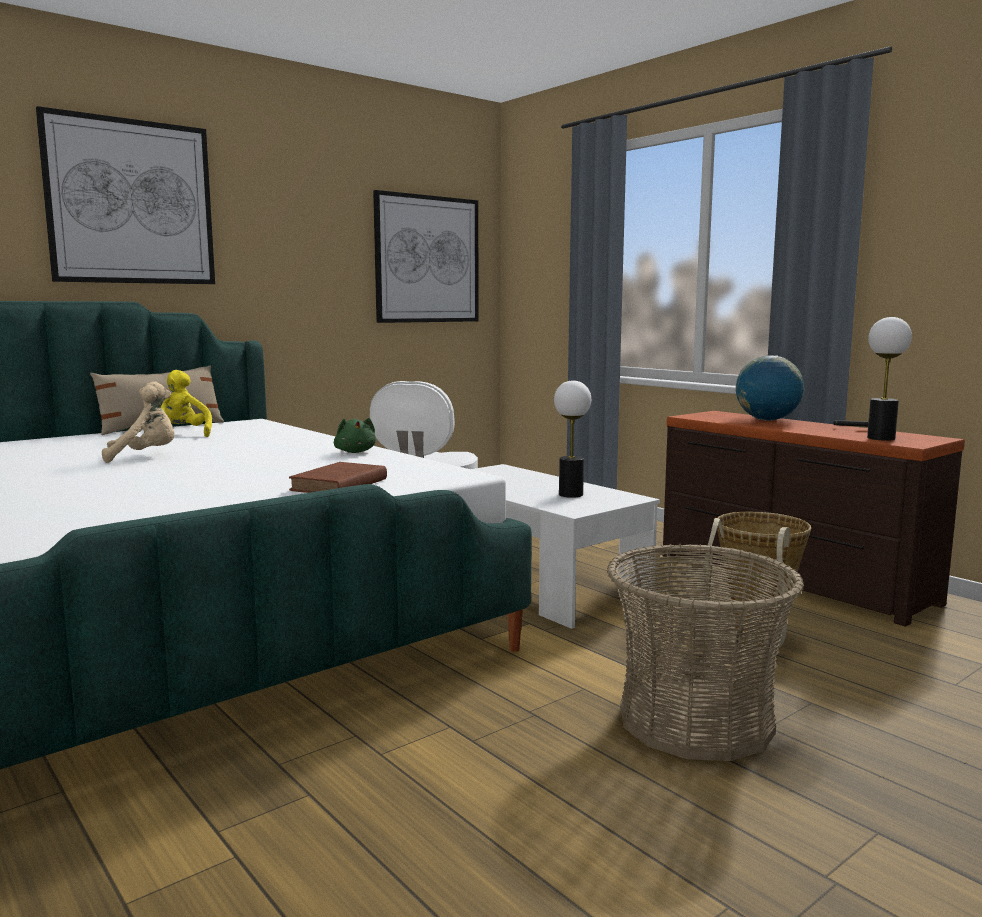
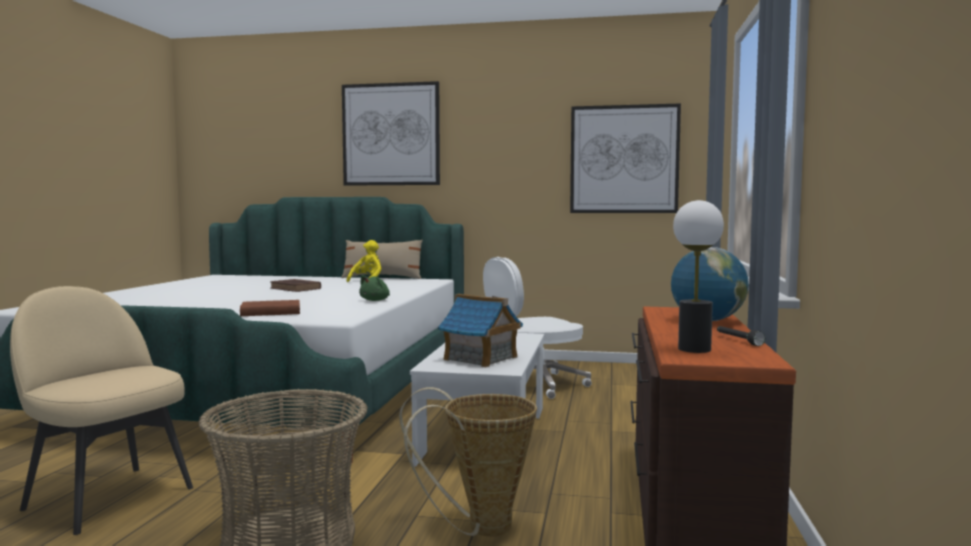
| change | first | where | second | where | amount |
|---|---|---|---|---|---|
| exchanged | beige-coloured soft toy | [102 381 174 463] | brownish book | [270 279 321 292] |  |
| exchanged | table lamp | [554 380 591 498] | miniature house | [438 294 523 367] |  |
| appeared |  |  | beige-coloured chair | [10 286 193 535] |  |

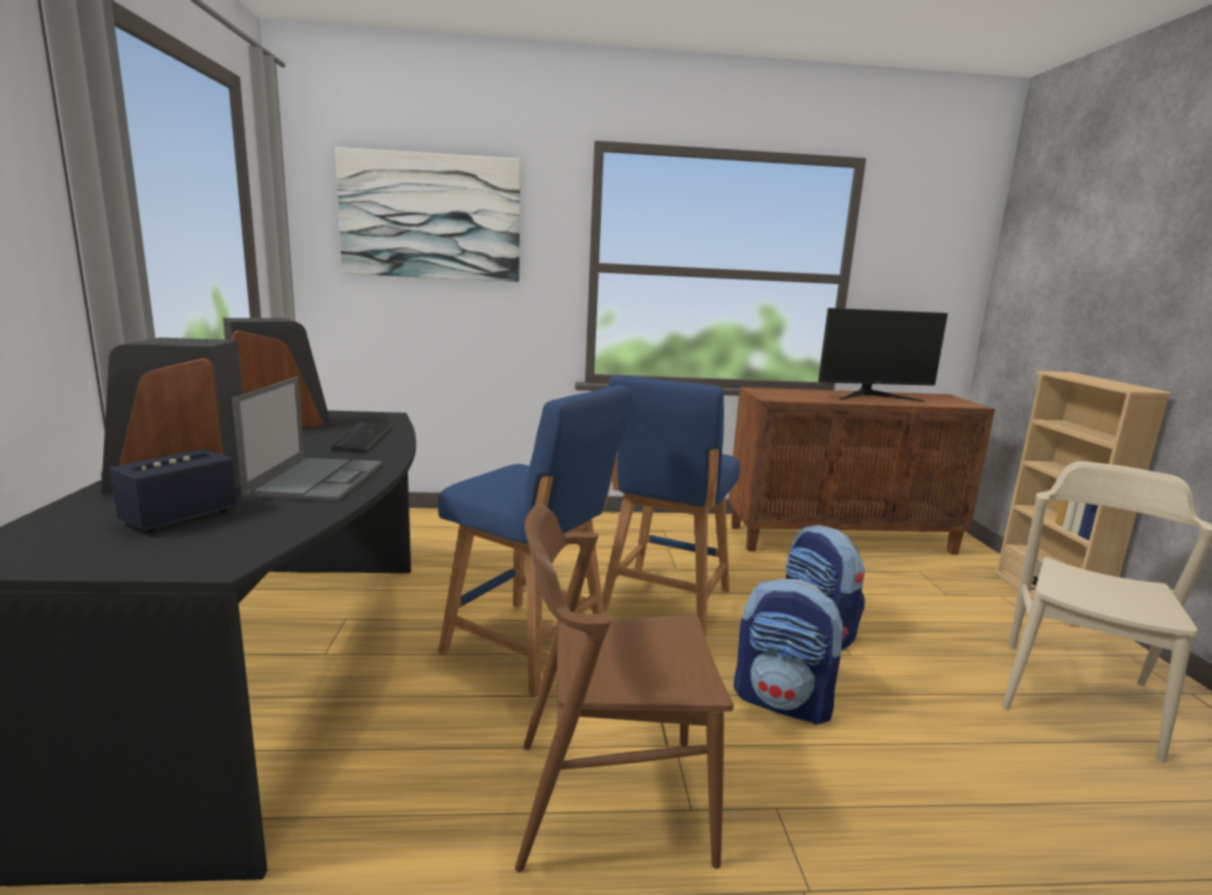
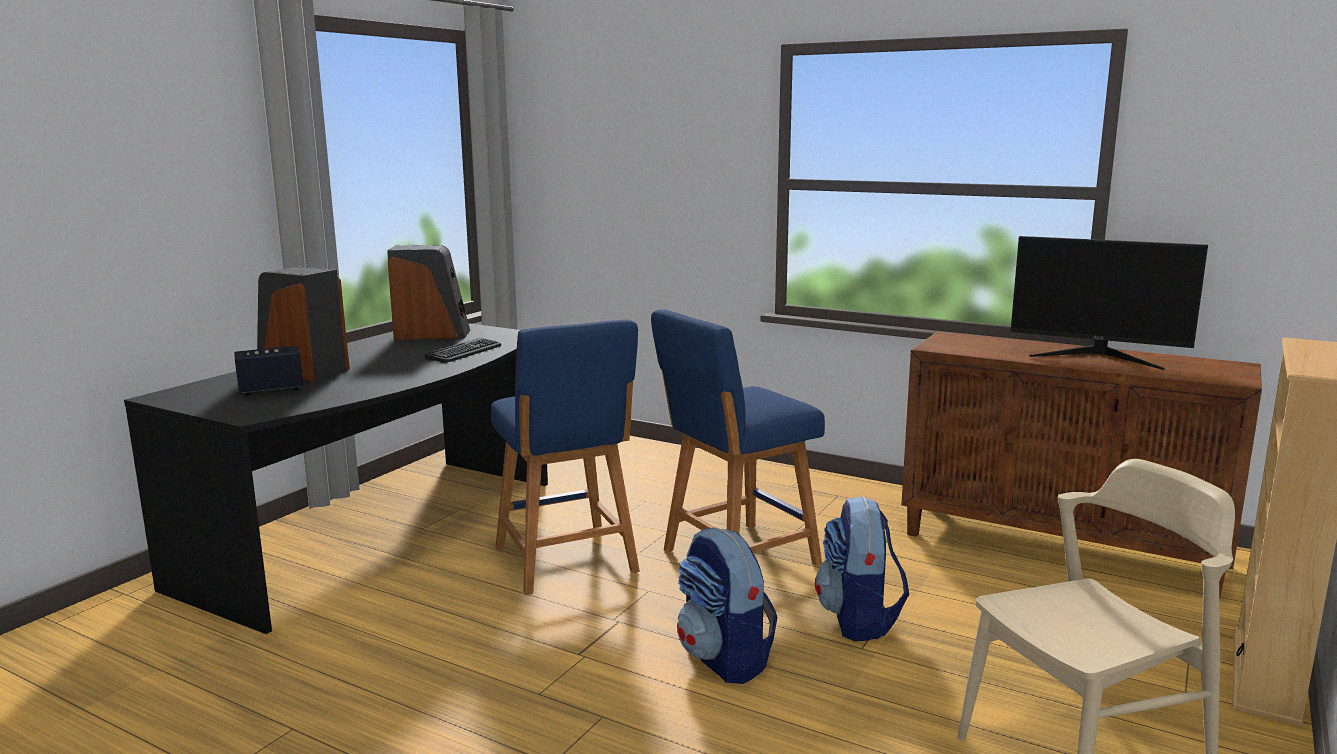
| change | first | where | second | where | amount |
|---|---|---|---|---|---|
| missing | laptop | [232 377 382 502] |  |  |  |
| missing | wall art | [335 147 521 282] |  |  |  |
| missing | brownish chair | [515 504 734 872] |  |  |  |

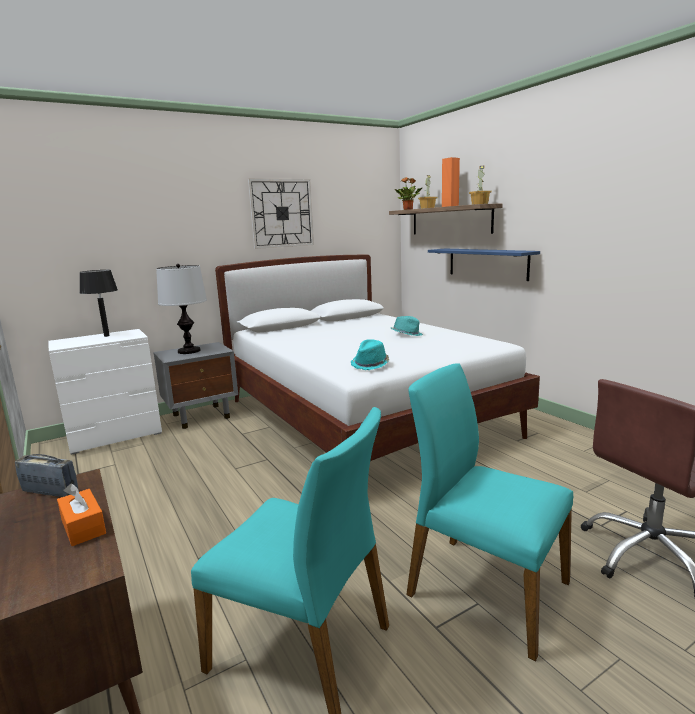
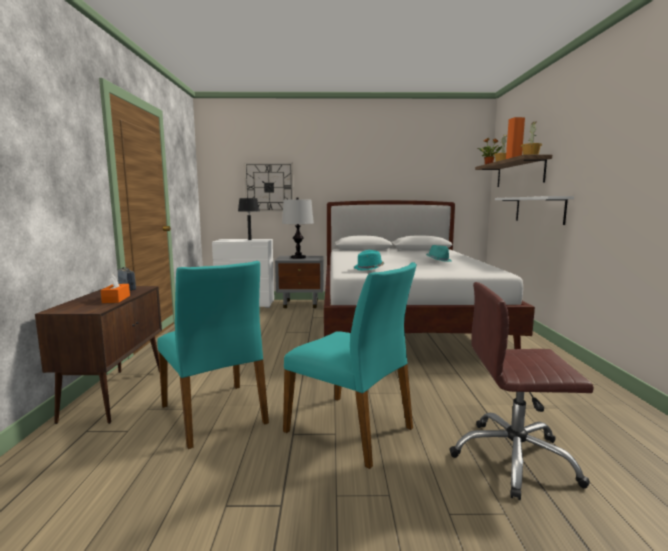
| change | first | where | second | where | amount |
|---|---|---|---|---|---|
| relocated | clock on the wall | [248 179 314 249] |  | [244 162 294 212] |  |
| spun | blue-green chair | [406 363 574 661] |  | [283 262 416 469] | 150 degrees clockwise |
| colour | blue-coloured wall shelf | [428 249 540 281] | white wall shelf | [495 196 574 225] |  |

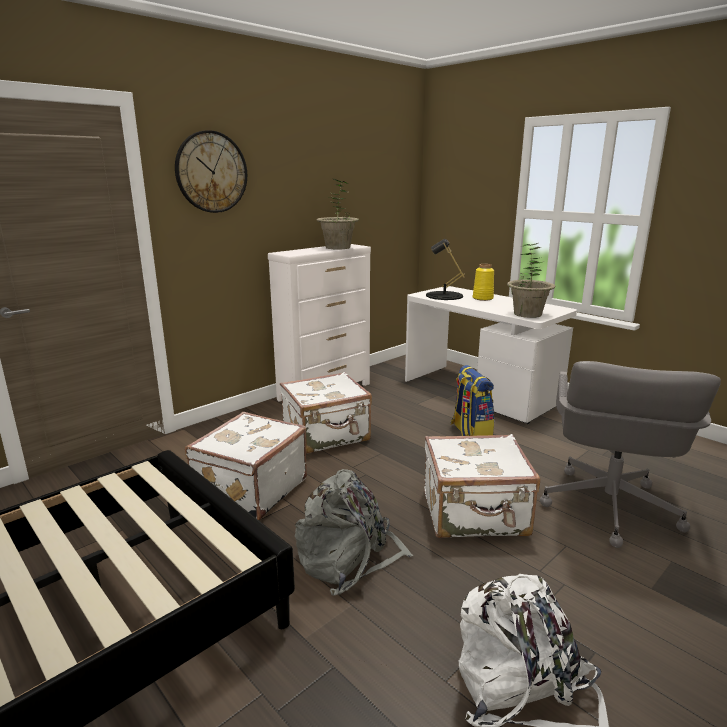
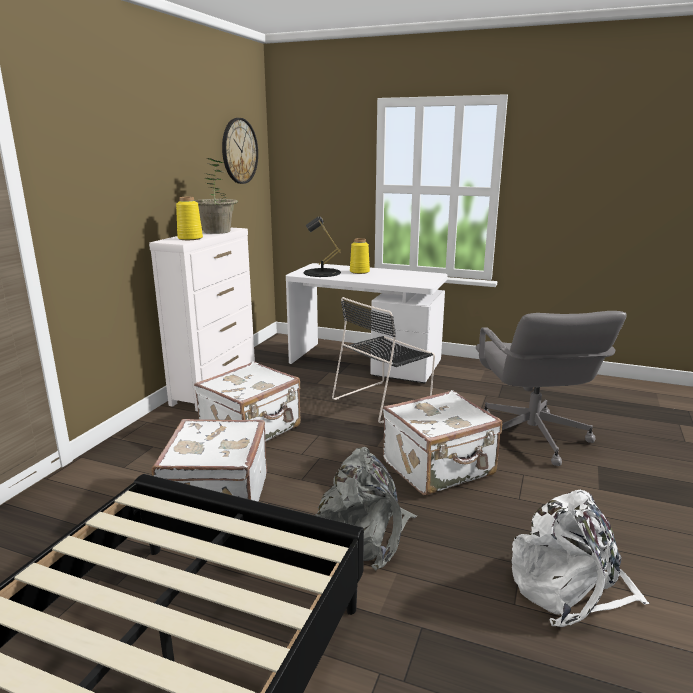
| change | first | where | second | where | amount |
|---|---|---|---|---|---|
| relocated | clock on the wall | [175 130 247 213] |  | [222 118 258 184] |  |
| exchanged | rucksack | [451 365 494 436] | black-coloured chair | [332 297 435 423] |  |
| missing | plant in a pot | [507 243 555 318] |  |  |  |
| appeared |  |  | yellowish vase | [176 197 203 240] |  |

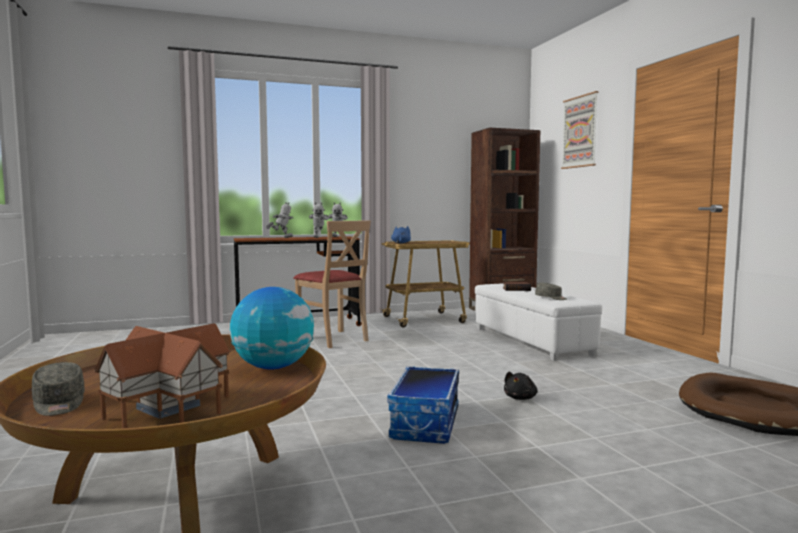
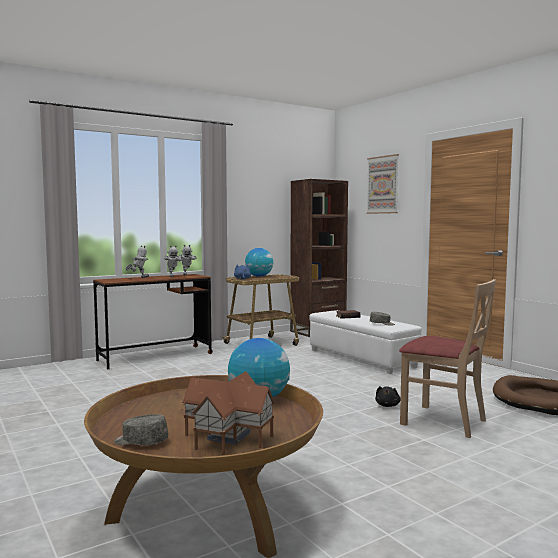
| change | first | where | second | where | amount |
|---|---|---|---|---|---|
| spun | greyish cap | [32 362 85 416] |  | [114 414 168 445] | 150 degrees clockwise |
| relocated | beige-coloured chair | [293 220 371 348] |  | [399 279 496 438] |  |
| missing | storage bin | [387 366 459 444] |  |  |  |
| appeared |  |  | desk globe | [245 248 273 277] |  |

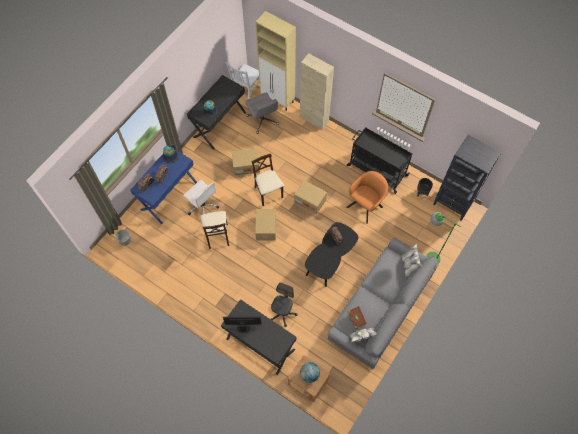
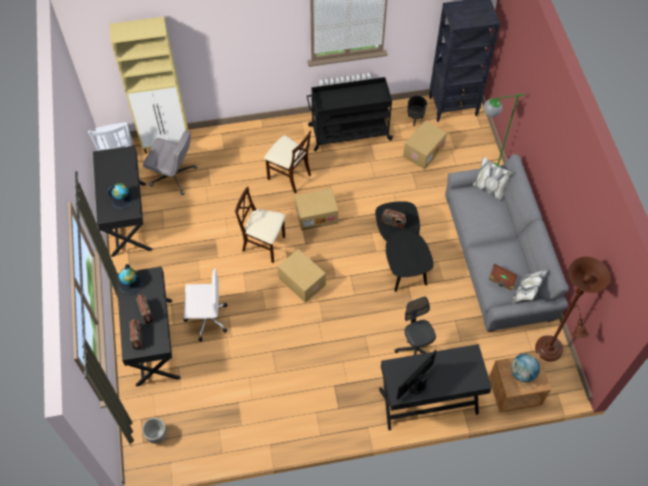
| change | first | where | second | where | amount |
|---|---|---|---|---|---|
| colour | blue-coloured desk | [130 149 197 224] | black-coloured desk | [116 267 181 386] |  |
| relocated | beige-coloured chair | [200 211 229 249] |  | [264 131 311 193] |  |
| relocated | packing box | [232 149 260 175] |  | [403 120 447 169] |  |
| missing | beige-coloured cupboard | [300 53 334 130] |  |  |  |
| missing | orange-coloured lounge chair | [346 171 388 224] |  |  |  |
| appeared |  |  | brownish standard lamp | [535 257 610 362] |  |

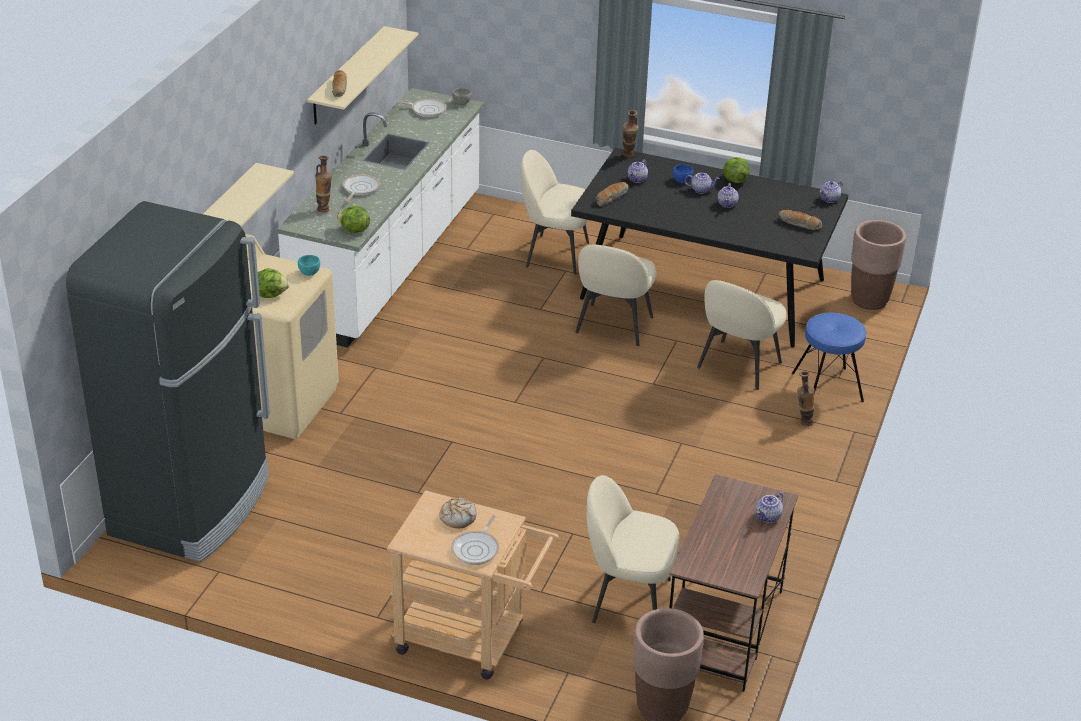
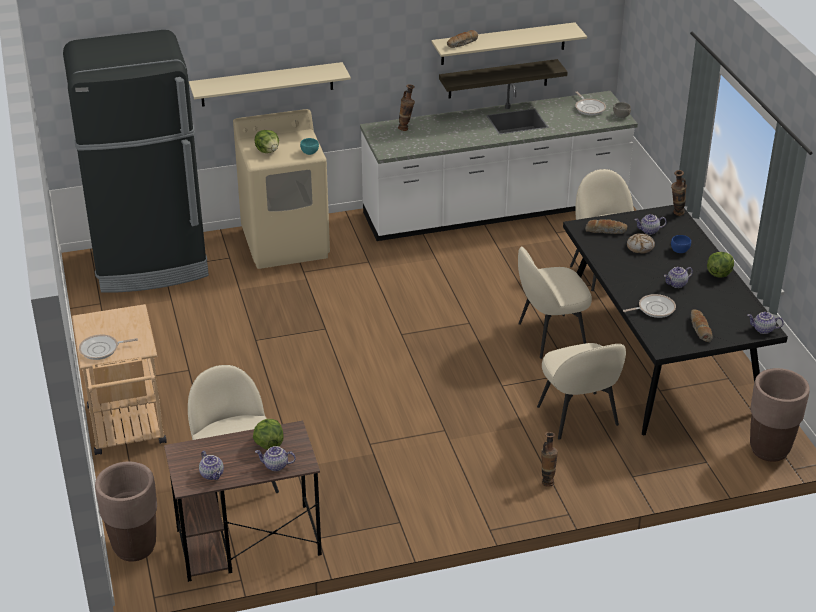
| change | first | where | second | where | amount |
|---|---|---|---|---|---|
| relocated | lettuce | [337 205 370 233] |  | [253 419 284 450] |  |
| relocated | frying pan | [343 175 380 202] |  | [623 294 676 318] |  |
| relocated | bakery bread | [439 498 477 528] |  | [627 233 655 253] |  |
| relocated | teapot | [685 172 720 194] |  | [199 451 224 480] |  |
| spun | beige-coloured chair | [697 280 787 390] |  | [537 343 626 440] | 105 degrees counterclockwise |
| missing | blue-coloured sitting stool | [792 313 866 402] |  |  |  |
| appeared |  |  | wall shelf | [439 59 568 98] |  |

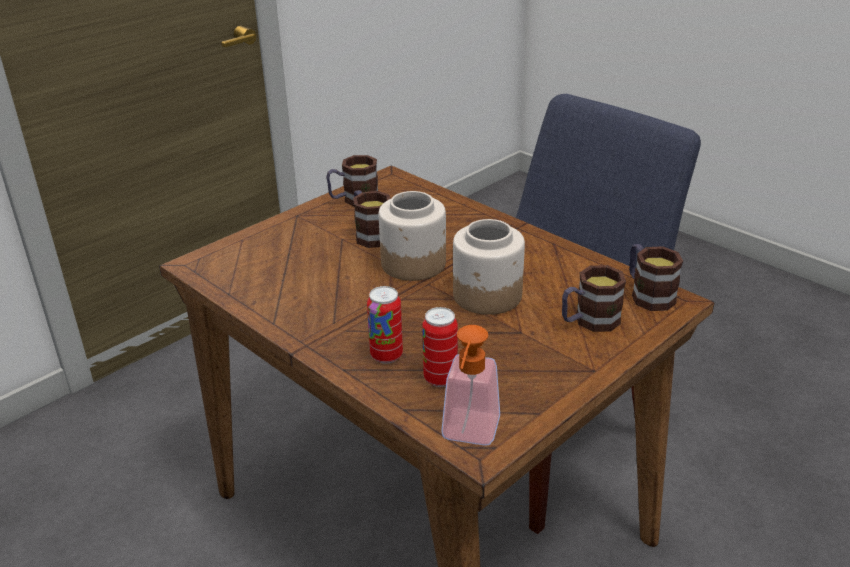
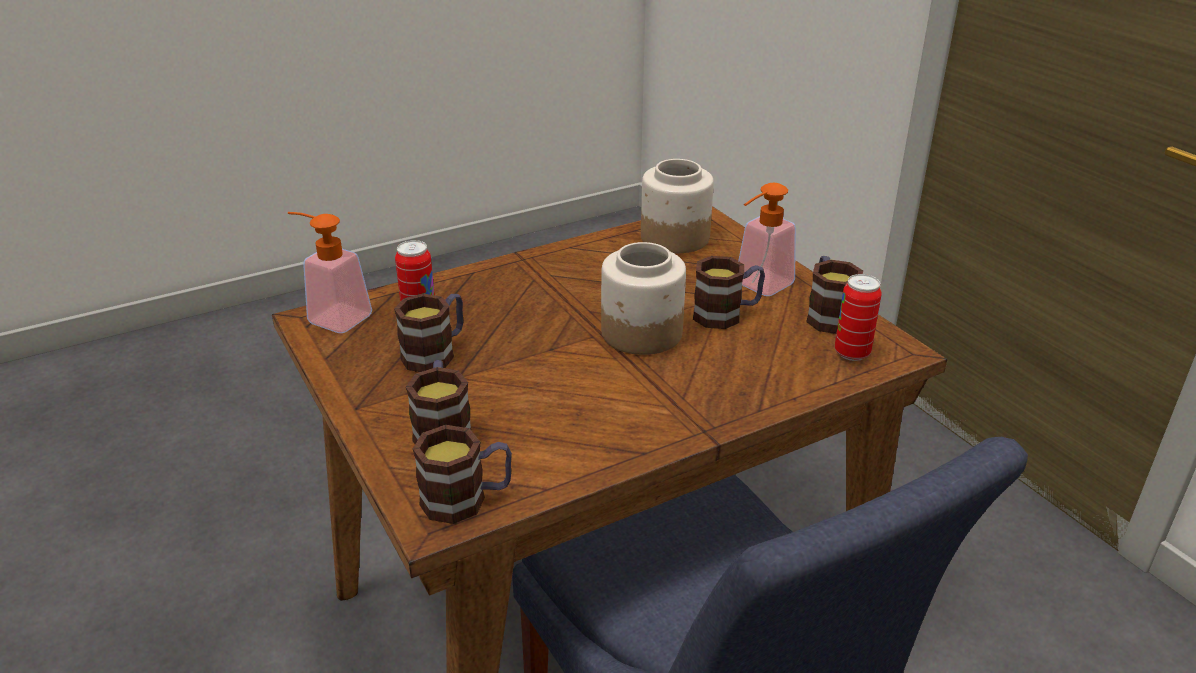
| change | first | where | second | where | amount |
|---|---|---|---|---|---|
| relocated | can | [367 286 403 364] |  | [835 274 882 361] |  |
| relocated | jar | [453 219 525 315] |  | [641 159 714 253] |  |
| appeared |  |  | coffee mug | [394 294 463 372] |  |
| appeared |  |  | liquid soap bottle | [738 183 796 296] |  |

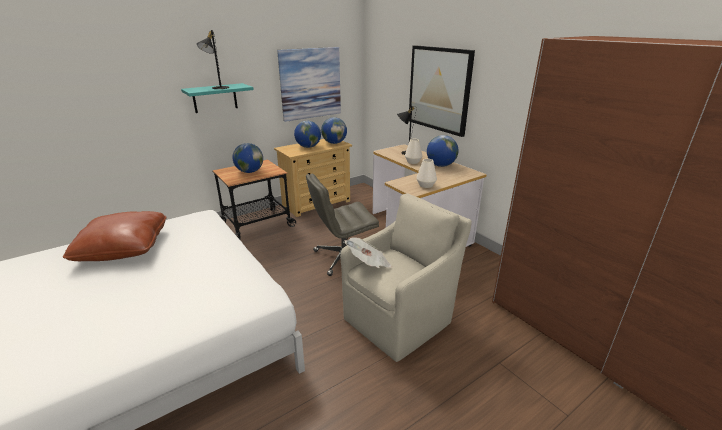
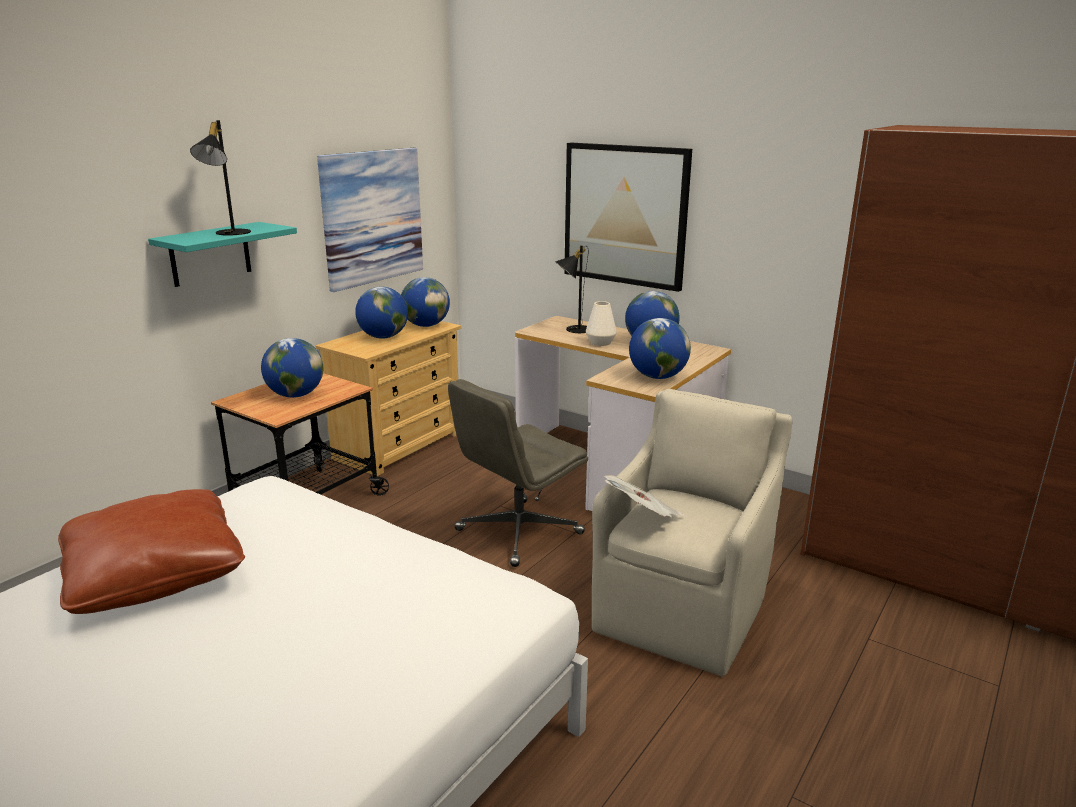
| change | first | where | second | where | amount |
|---|---|---|---|---|---|
| exchanged | white vase | [416 159 437 188] | desk globe | [629 318 691 379] |  |

